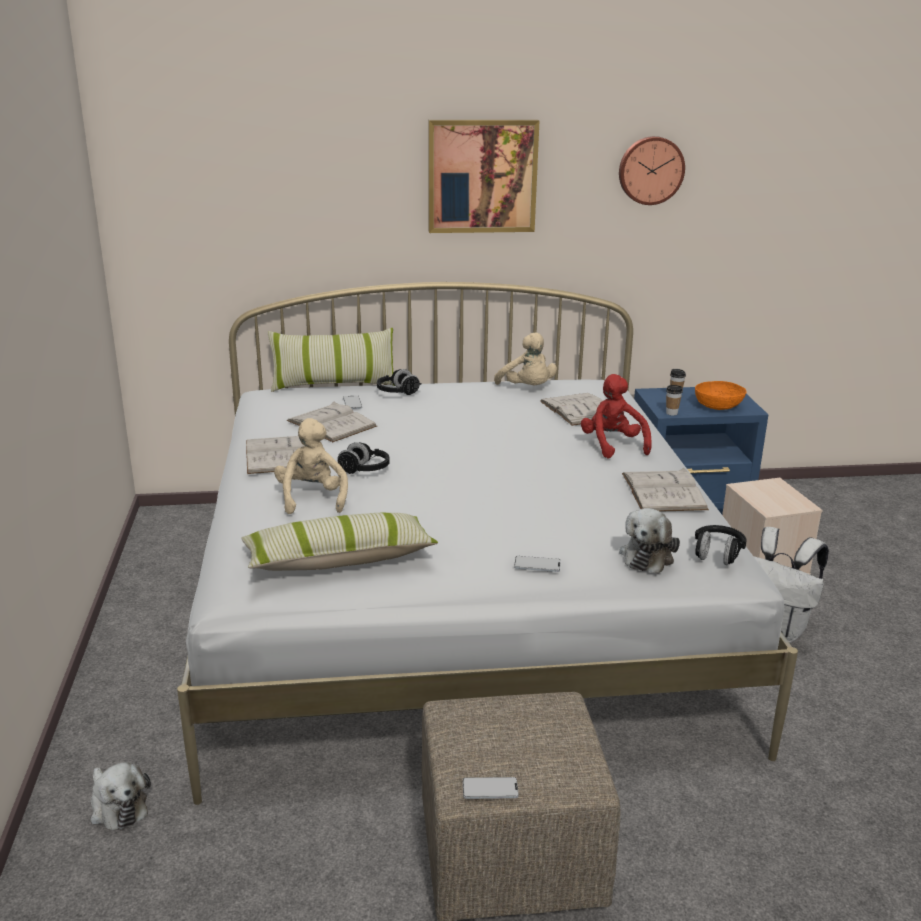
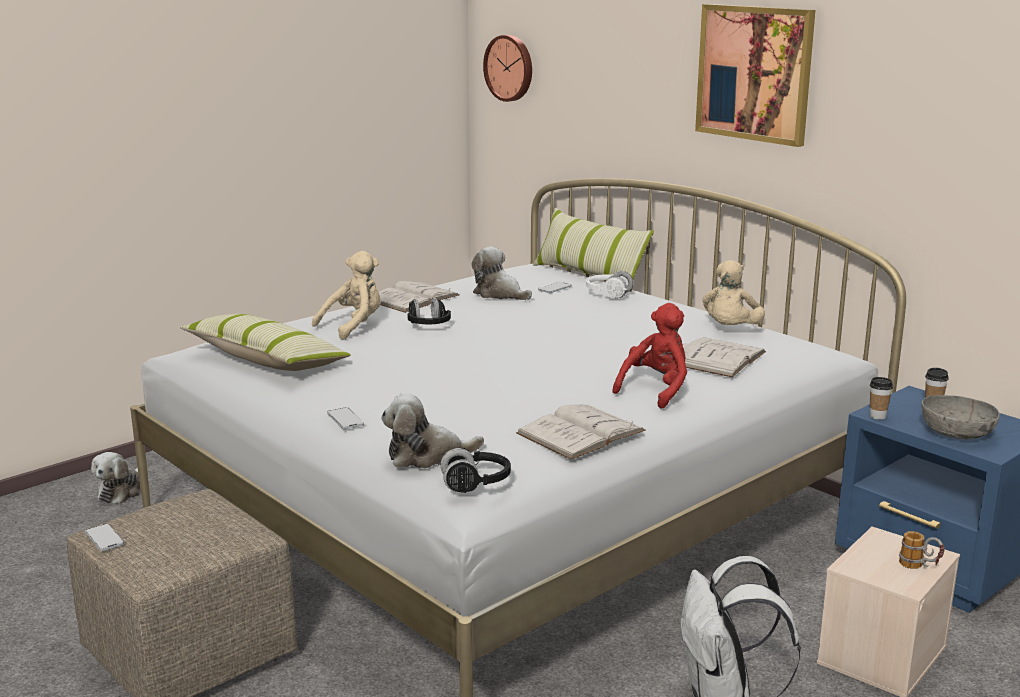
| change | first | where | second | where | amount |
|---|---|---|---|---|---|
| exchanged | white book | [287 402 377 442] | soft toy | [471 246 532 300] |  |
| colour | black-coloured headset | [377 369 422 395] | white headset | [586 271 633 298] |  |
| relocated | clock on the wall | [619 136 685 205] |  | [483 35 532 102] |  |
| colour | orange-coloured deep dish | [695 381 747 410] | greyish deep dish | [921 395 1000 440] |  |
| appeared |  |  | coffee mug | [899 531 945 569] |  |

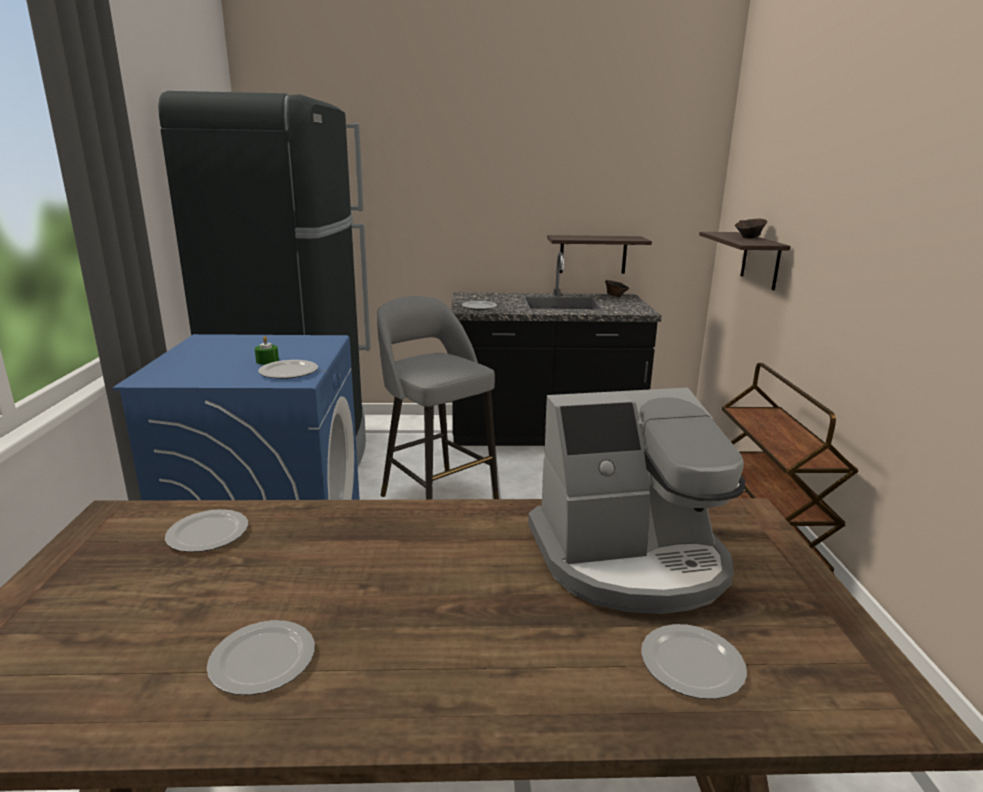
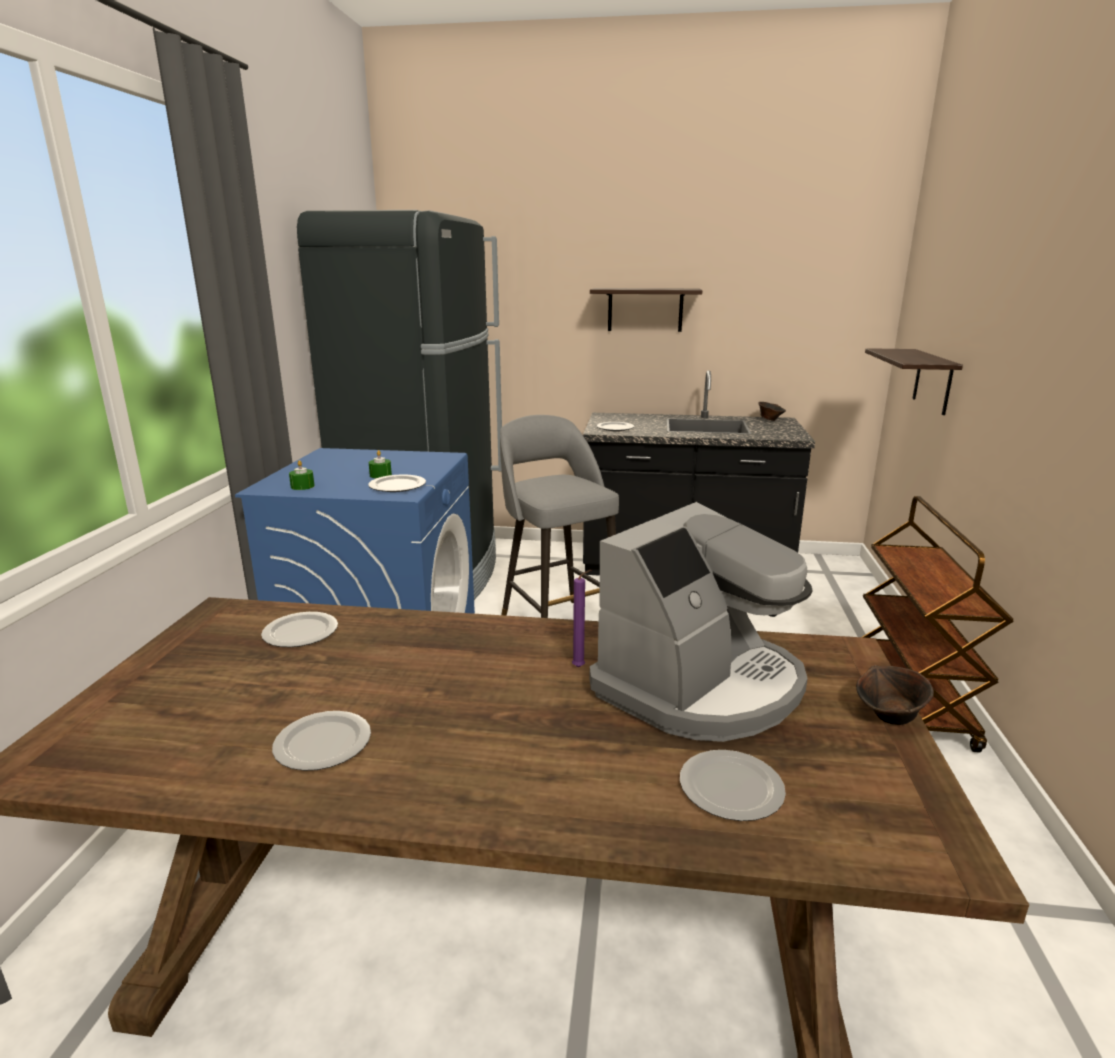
| change | first | where | second | where | amount |
|---|---|---|---|---|---|
| spun | coffee maker | [528 388 746 614] |  | [589 502 813 742] | 45 degrees counterclockwise |
| relocated | wall shelf | [547 235 652 274] |  | [590 288 702 332] |  |
| relocated | brownish deep dish | [735 219 767 239] |  | [856 665 934 725] |  |
| appeared |  |  | green-coloured wax candle | [289 460 315 490] |  |
| appeared |  |  | purplish wax candle | [572 570 591 668] |  |

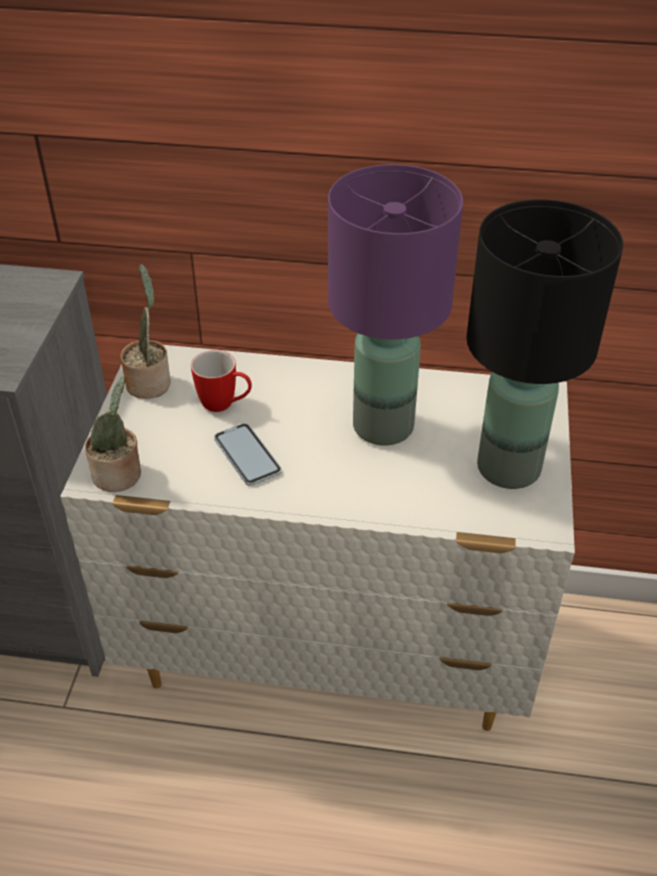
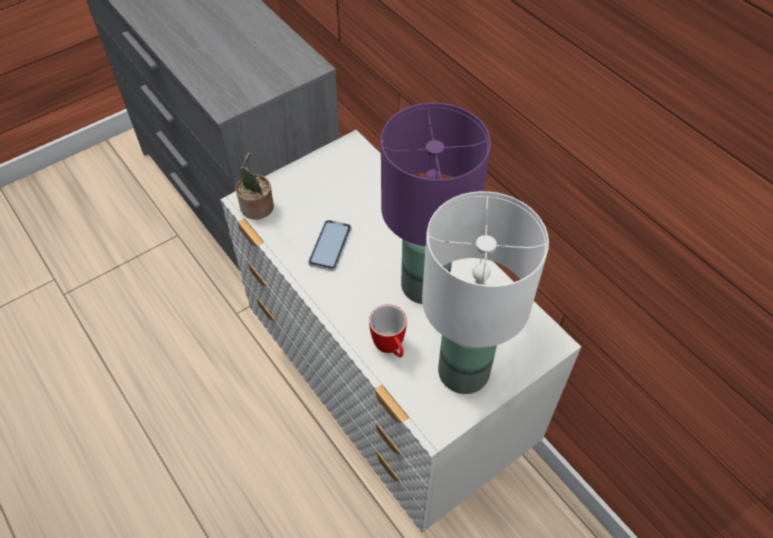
| change | first | where | second | where | amount |
|---|---|---|---|---|---|
| missing | plant in a pot | [120 264 171 399] |  |  |  |
| relocated | coffee mug | [191 350 252 412] |  | [369 304 407 357] |  |
| colour | black-coloured table lamp | [466 199 623 489] | white table lamp | [422 191 549 394] |  |

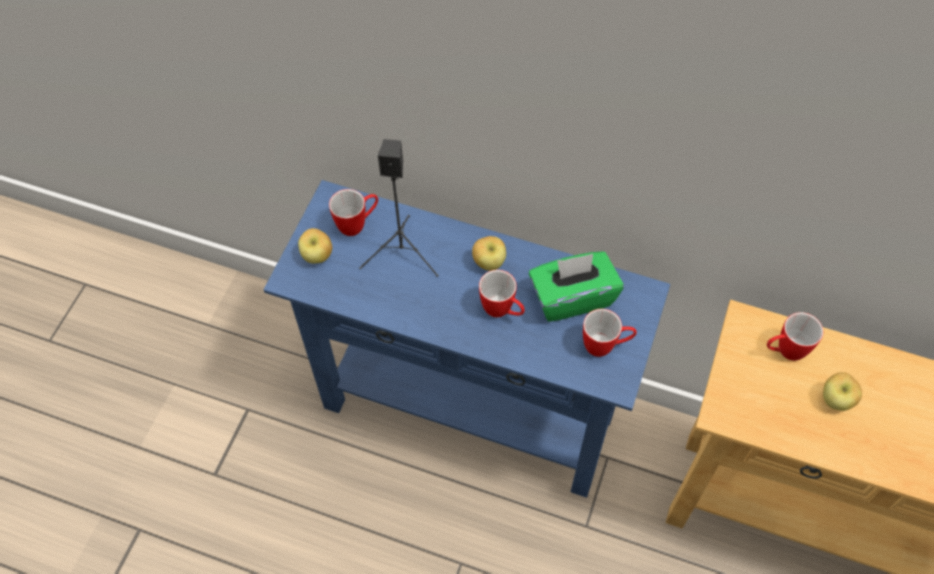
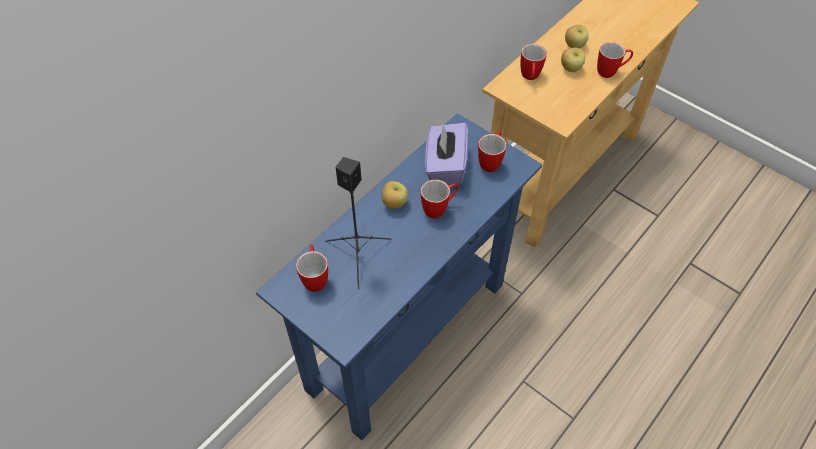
| change | first | where | second | where | amount |
|---|---|---|---|---|---|
| relocated | apple | [298 228 332 264] |  | [565 25 589 48] |  |
| colour | green-coloured tissue holder | [529 252 624 322] | purplish tissue holder | [425 123 468 185] |  |
| appeared |  |  | coffee mug | [597 42 633 78] |  |

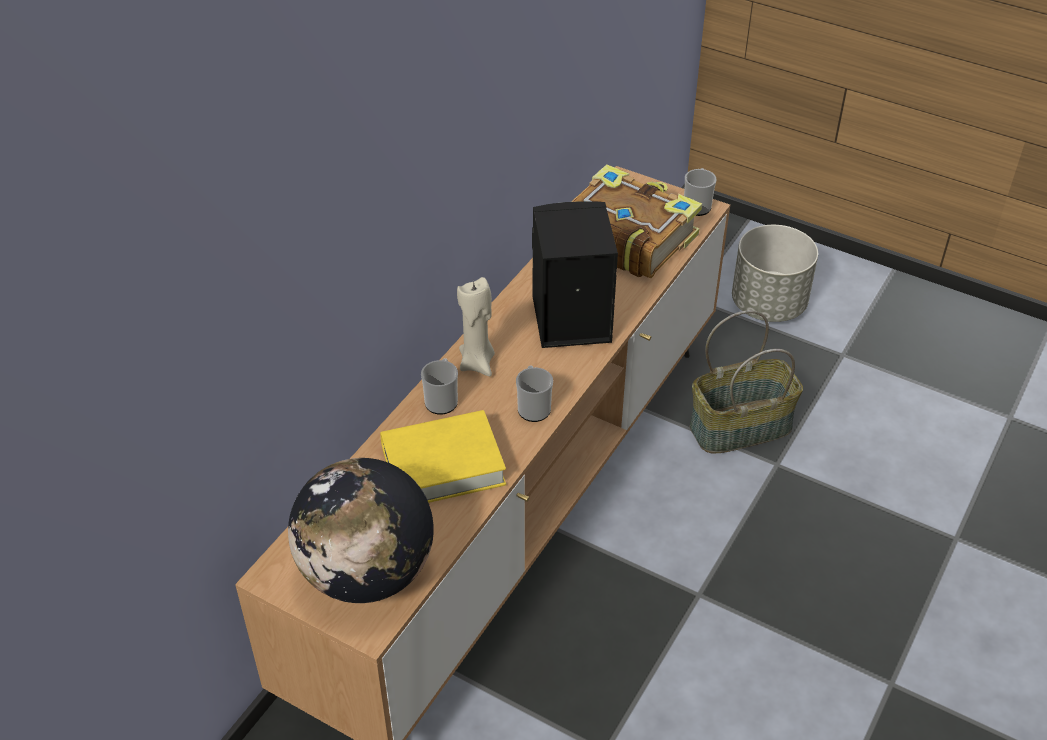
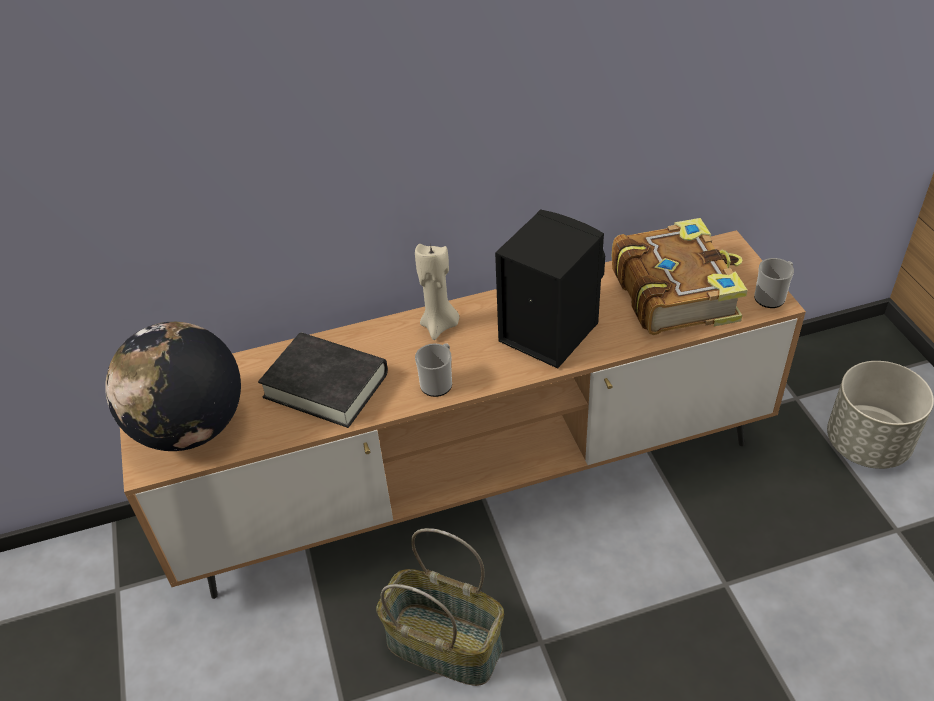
| change | first | where | second | where | amount |
|---|---|---|---|---|---|
| colour | yellowish book | [380 410 506 503] | black-coloured book | [258 333 388 428] |  |
| missing | coffee mug | [421 358 458 415] |  |  |  |
| relocated | basket | [689 310 803 453] |  | [376 528 504 686] |  |

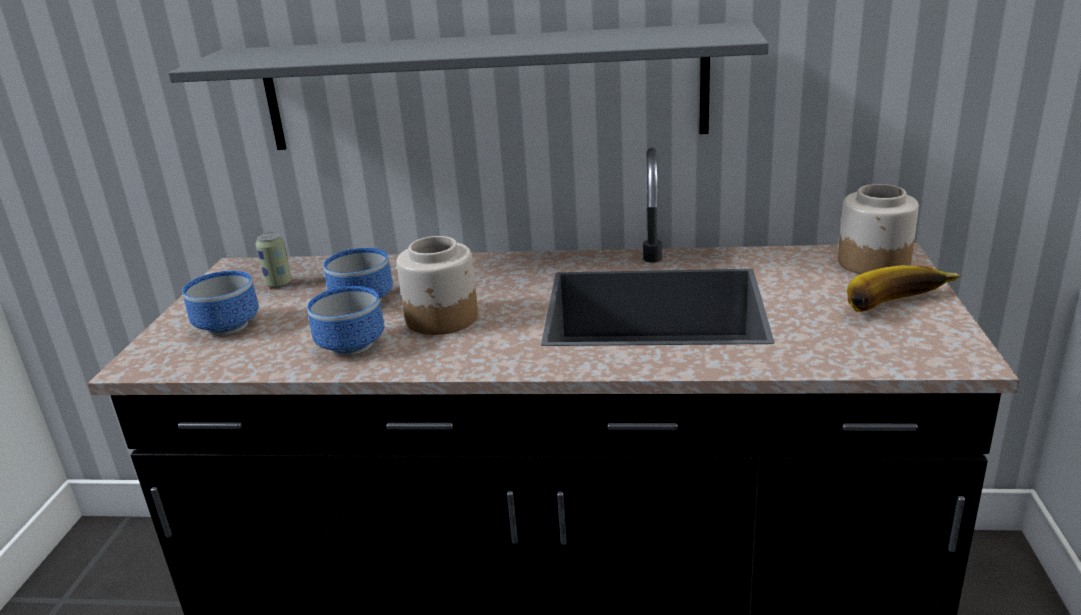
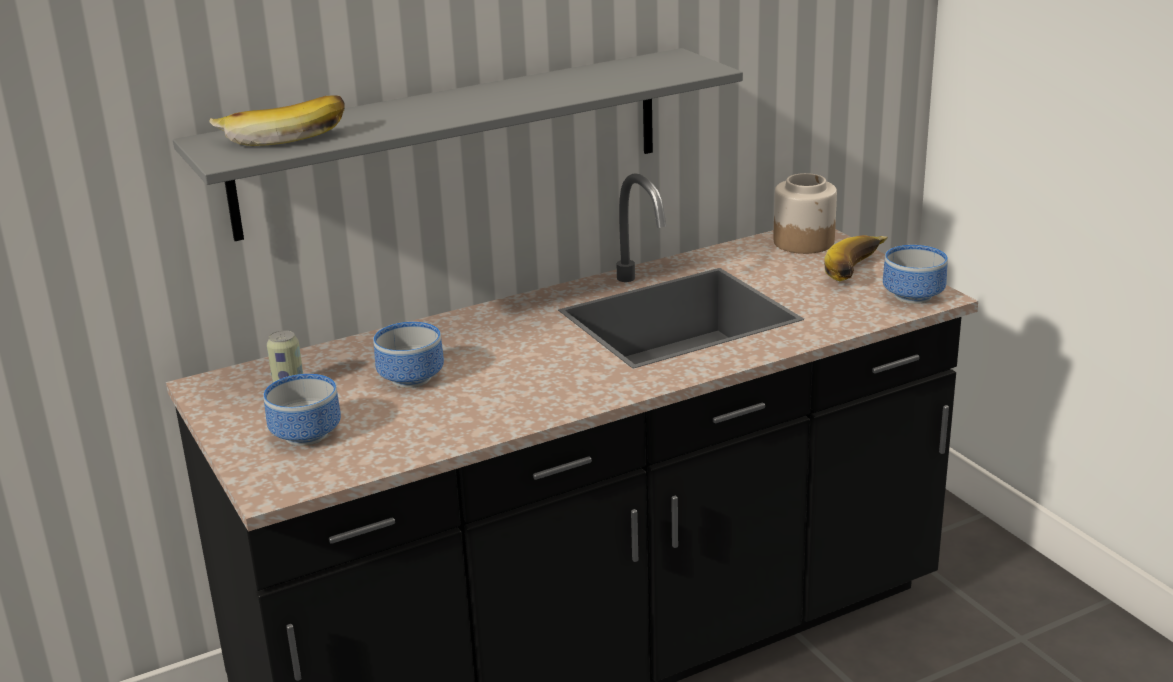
| change | first | where | second | where | amount |
|---|---|---|---|---|---|
| relocated | deep dish | [307 286 384 356] |  | [883 245 948 304] |  |
| missing | jar | [397 236 478 335] |  |  |  |
| appeared |  |  | banana fruit | [209 96 345 146] |  |

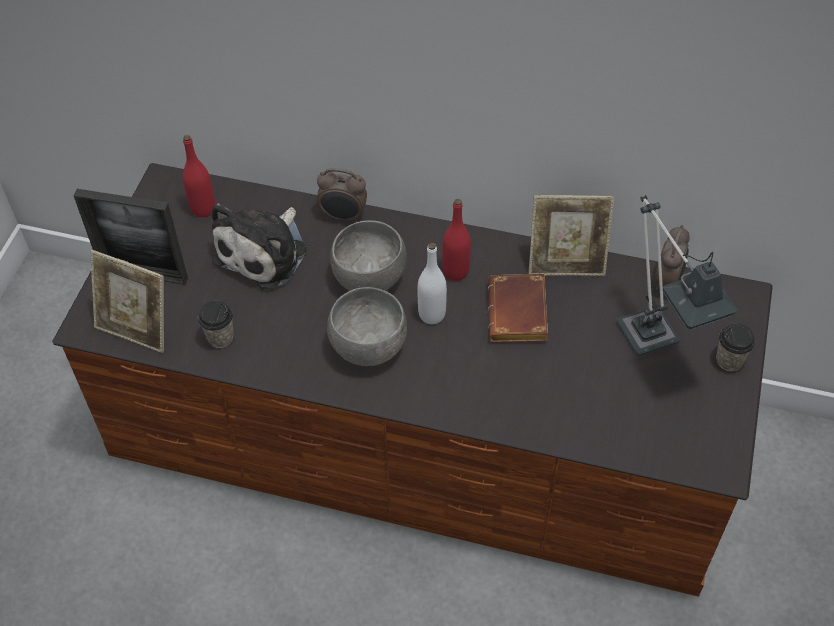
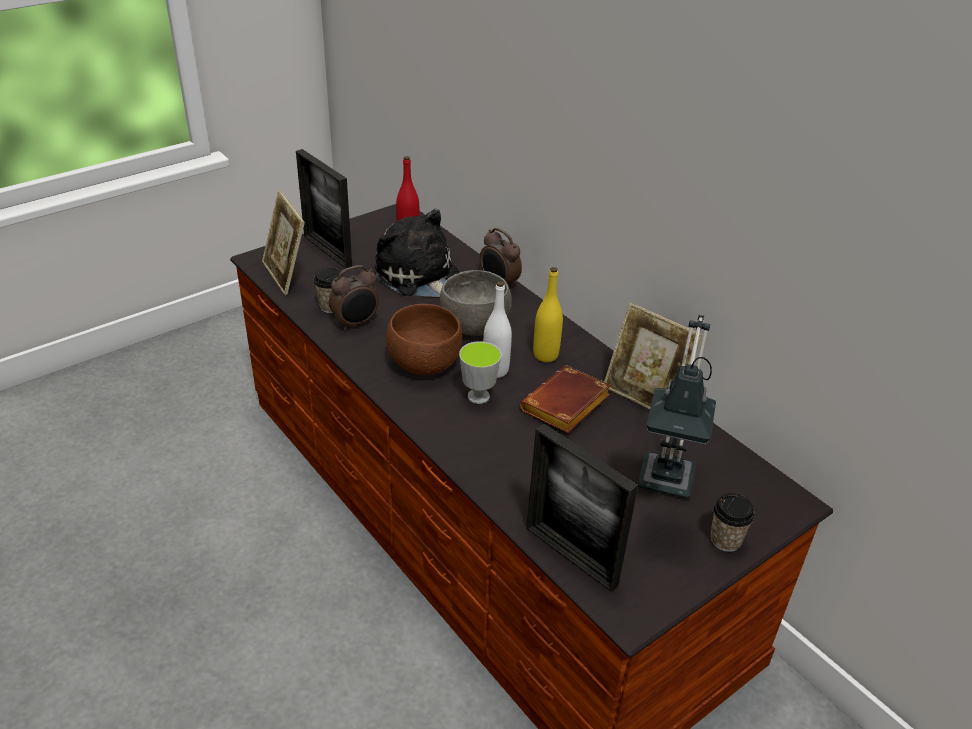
| change | first | where | second | where | amount |
|---|---|---|---|---|---|
| spun | soft toy | [212 203 307 290] |  | [375 209 459 297] | 75 degrees clockwise |
| colour | greyish deep dish | [327 287 407 366] | brownish deep dish | [386 304 462 375] |  |
| colour | red beverage bottle | [442 199 471 281] | yellowish beverage bottle | [533 267 563 362] |  |
| relocated | table clock | [655 225 690 289] |  | [329 265 379 331] |  |
| appeared |  |  | small cup | [459 341 502 404] |  |
| appeared |  |  | picture frame | [526 423 638 592] |  |

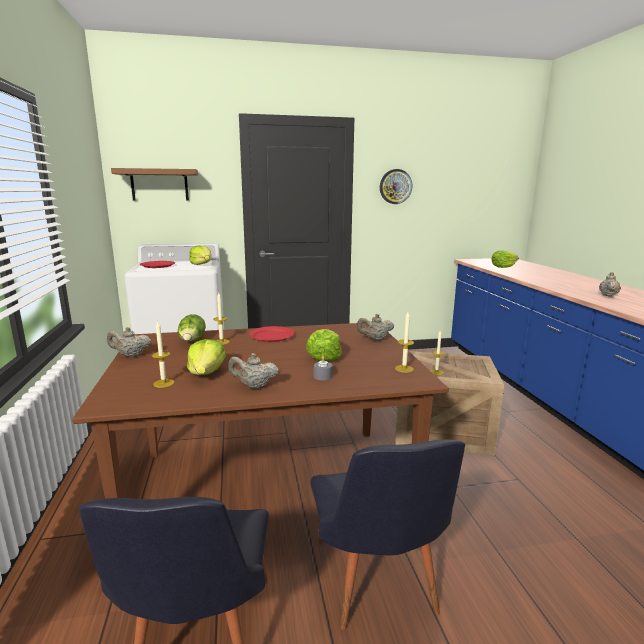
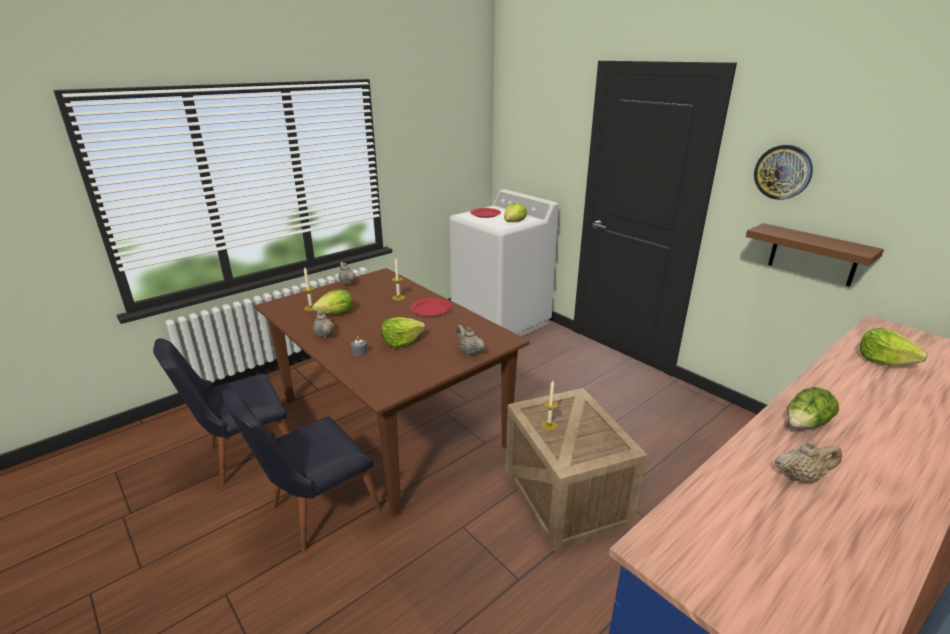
| change | first | where | second | where | amount |
|---|---|---|---|---|---|
| relocated | brownish wall shelf | [111 168 198 200] |  | [746 223 884 287] |  |
| relocated | lettuce | [178 314 206 341] |  | [787 387 839 428] |  |
| missing | wax candle | [395 312 414 373] |  |  |  |

